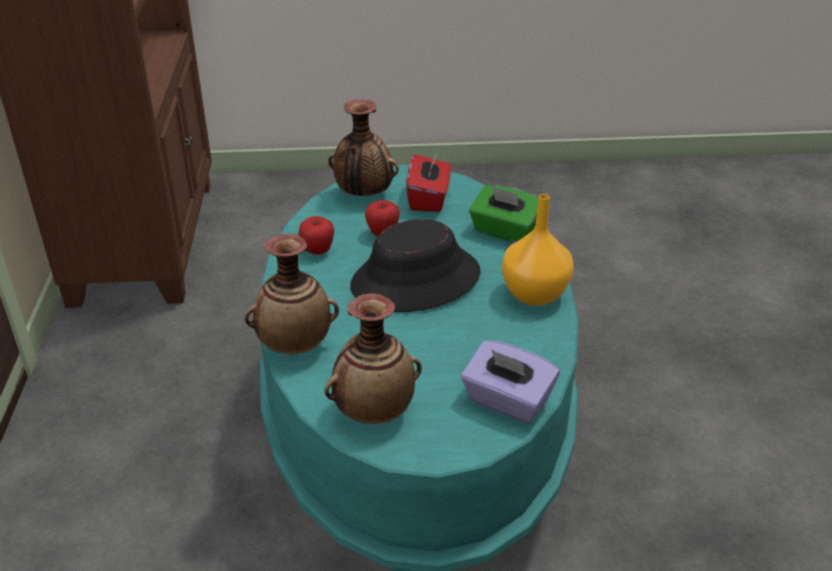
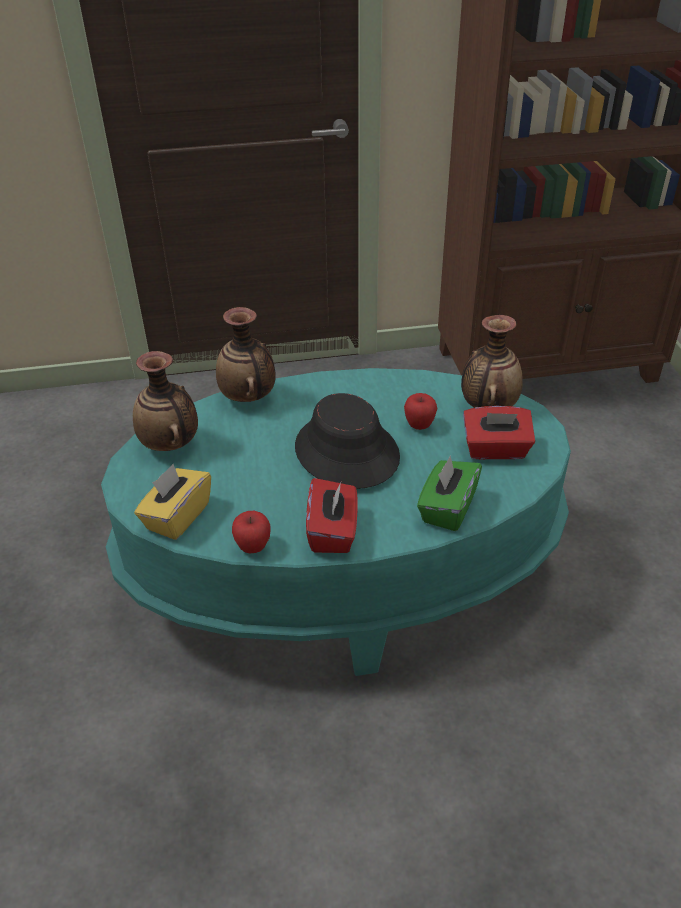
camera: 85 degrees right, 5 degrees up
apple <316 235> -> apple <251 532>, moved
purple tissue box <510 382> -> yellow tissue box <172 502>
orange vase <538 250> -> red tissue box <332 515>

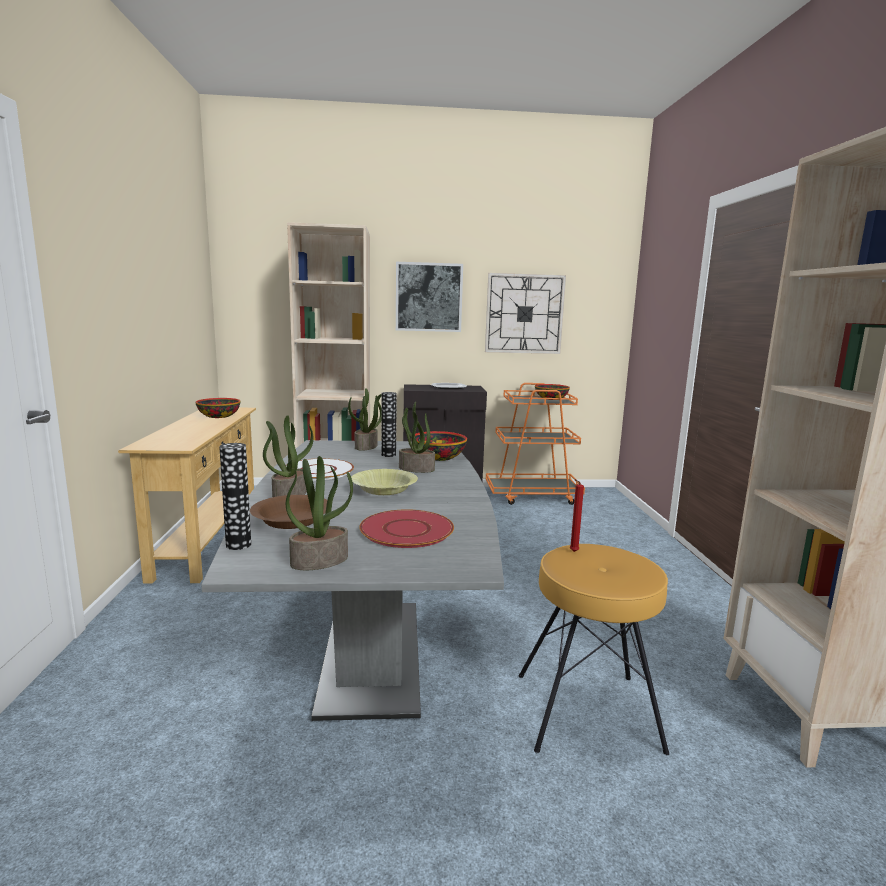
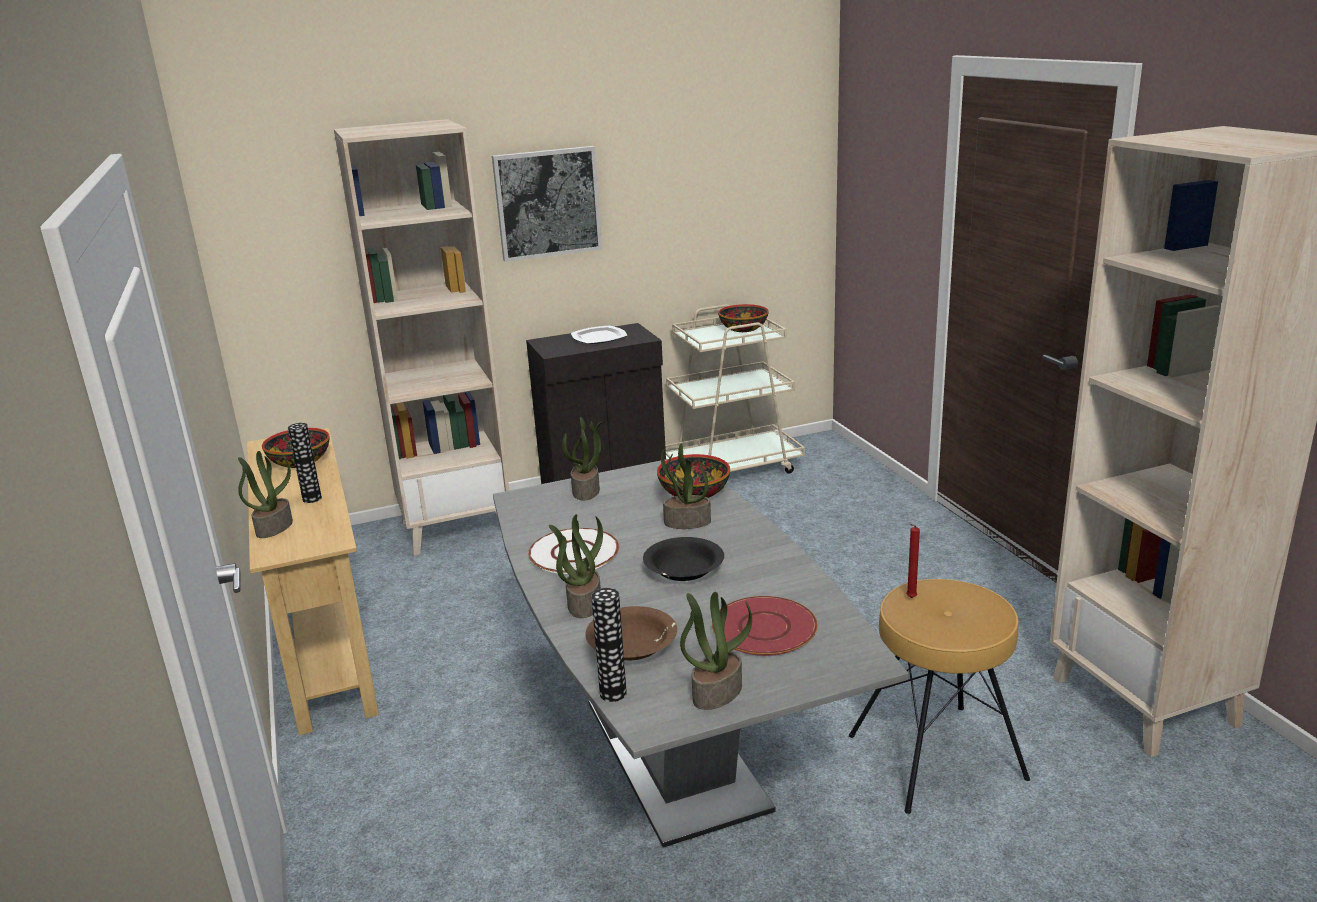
camera: 15 degrees left, 10 degrees up
yellow bowl <384 482> -> black bowl <683 559>
vase <389 424> -> vase <305 463>, moved
wall clock <525 313> -> none
orange cart <535 444> -> beige cart <735 389>
none -> potted plant <265 494>

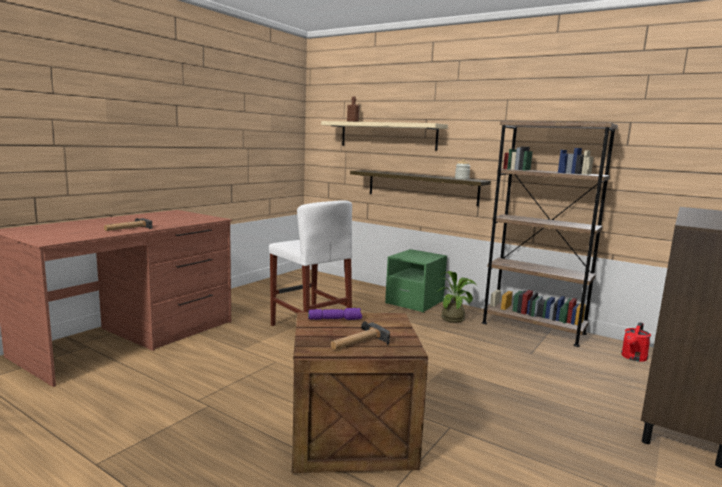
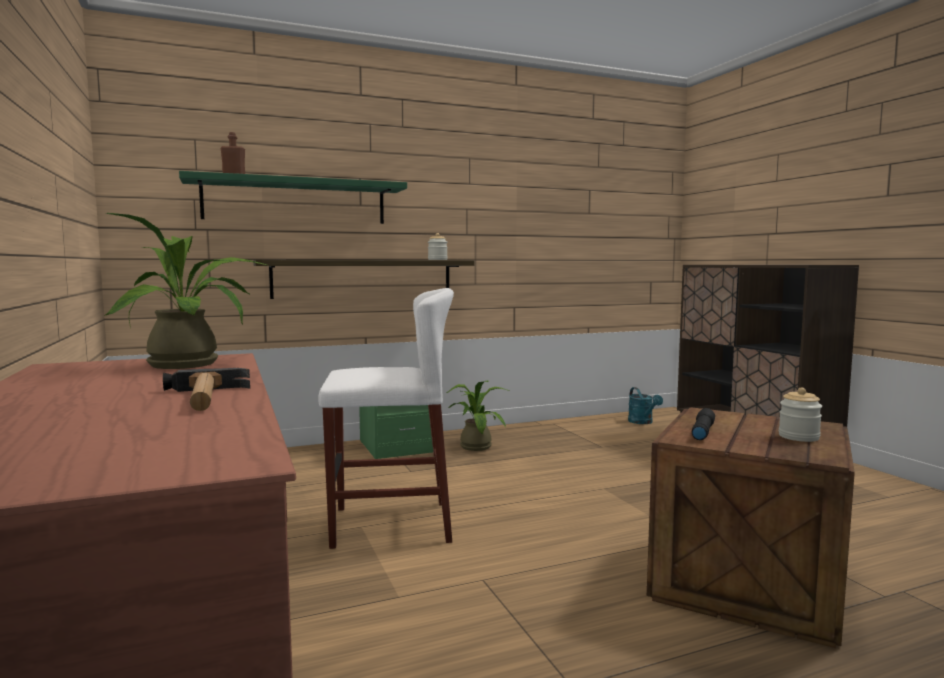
camera: 55 degrees left, 5 degrees down
purple flashlight <335 314> -> black flashlight <703 424>
beige shelf <384 136> -> green shelf <293 197>
hammer <360 335> -> jar <800 414>
brown bookcase <550 234> -> none
red watering can <636 342> -> turquoise watering can <645 405>
none -> potted plant <185 291>

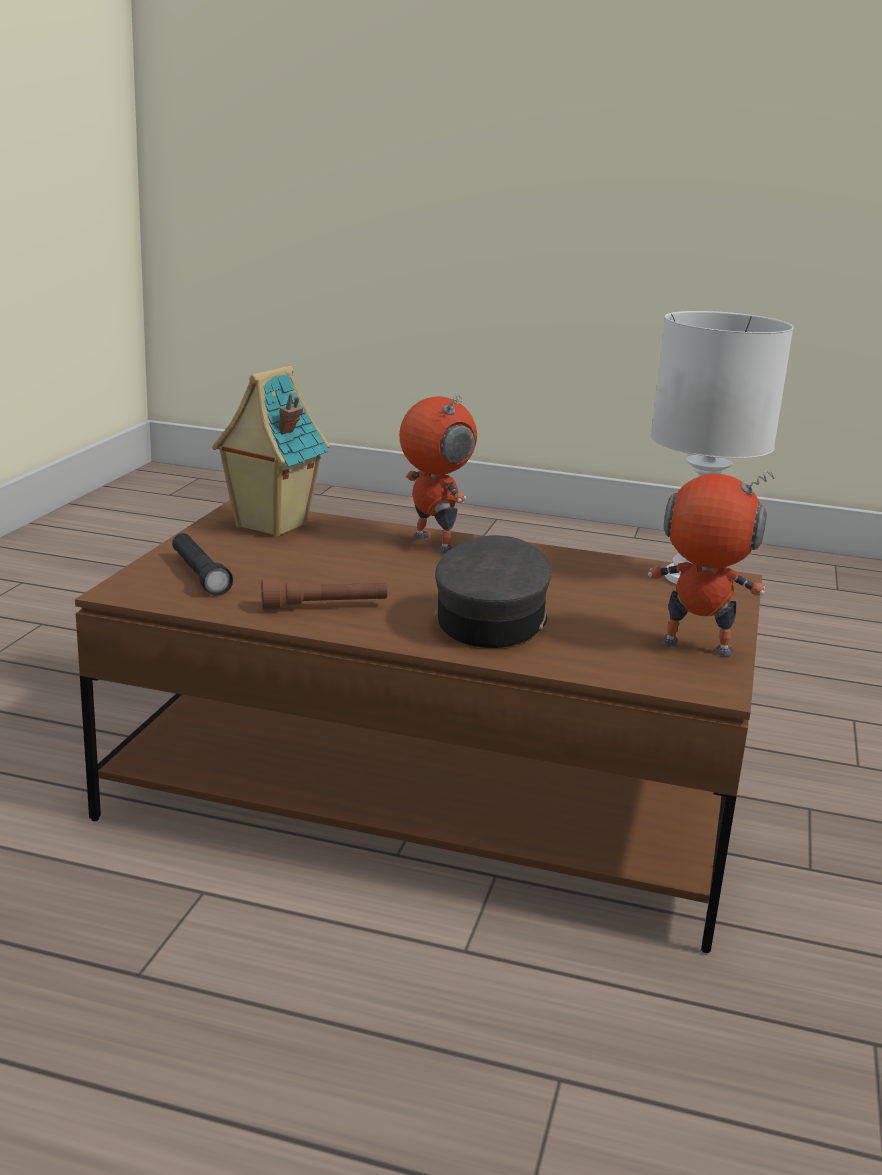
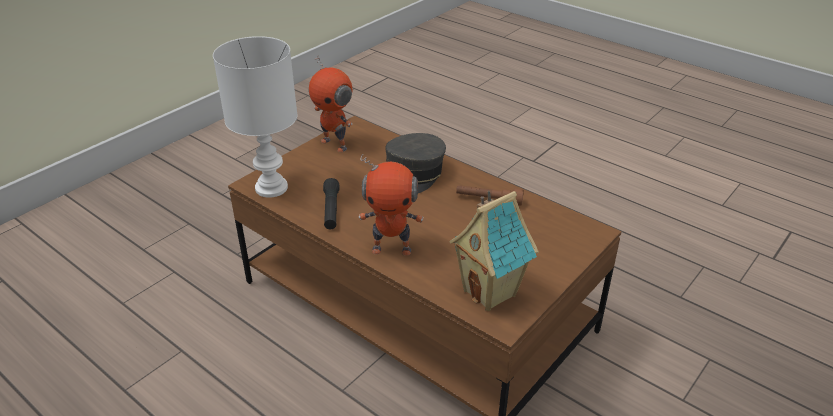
camera: 155 degrees left, 15 degrees up
black flashlight <202 564> -> black flashlight <331 203>, moved
toy robot <438 473> -> toy robot <391 205>, 75 degrees counterclockwise

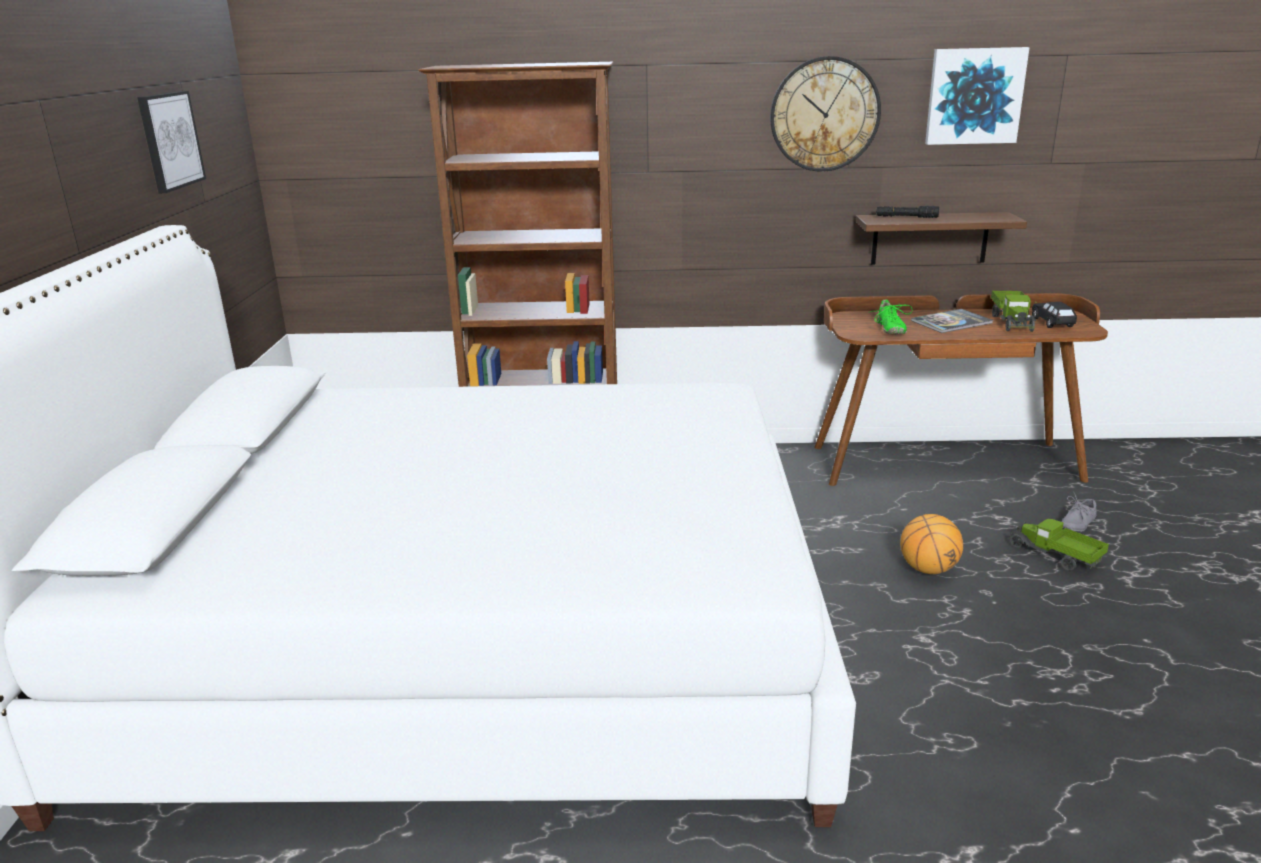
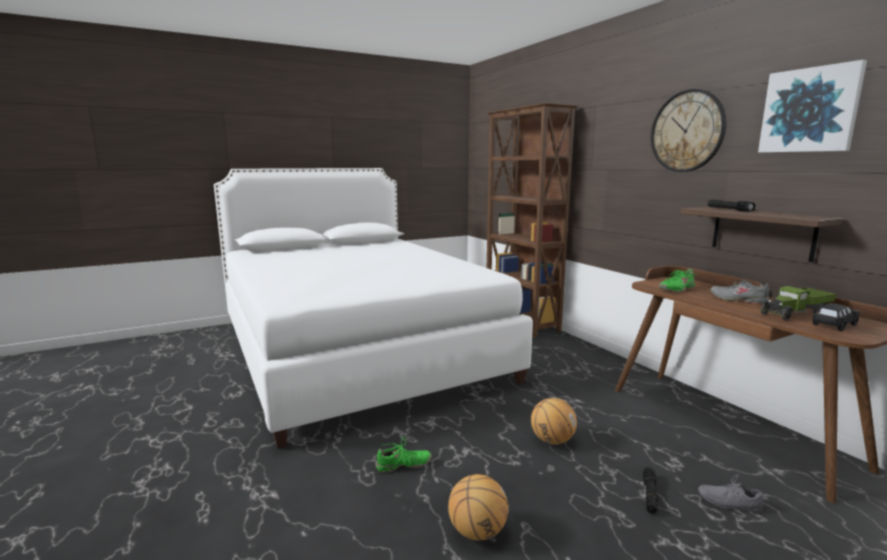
camera: 60 degrees right, 10 degrees down
picture <171 142> -> none
book <952 321> -> grey shoe <739 292>
toy truck <1059 545> -> black flashlight <650 490>
none -> green shoe <404 454>
none -> basketball <478 507>

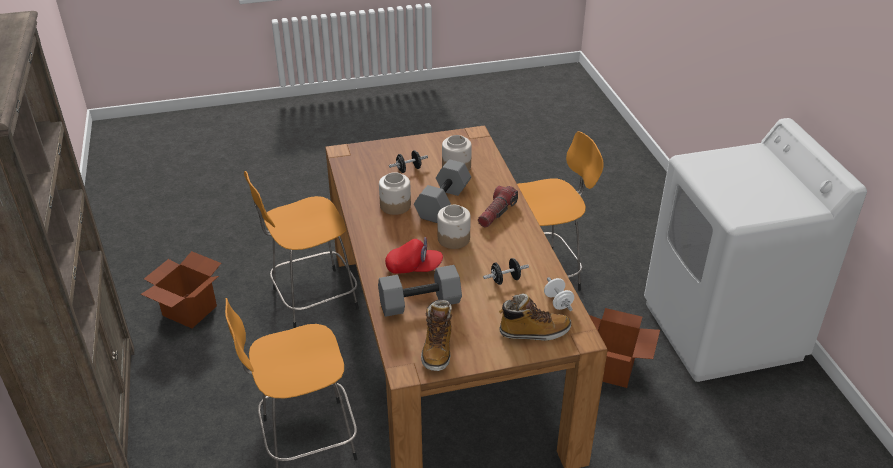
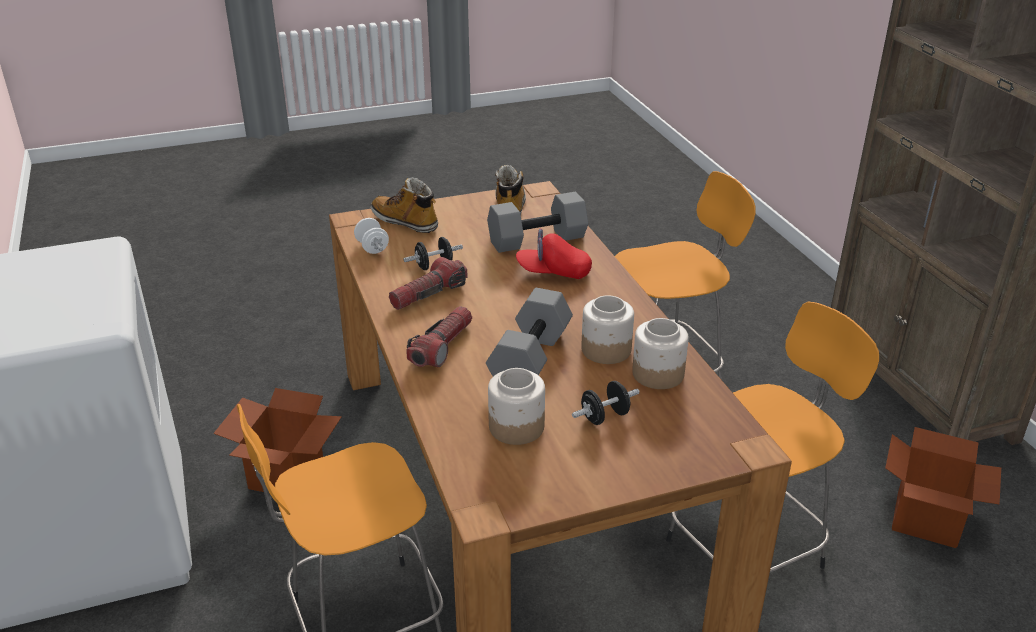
camera: 175 degrees right, 5 degrees down
jar <454 227> -> jar <660 353>, moved
boot <535 317> -> boot <404 205>, 45 degrees clockwise
none -> flashlight <428 283>

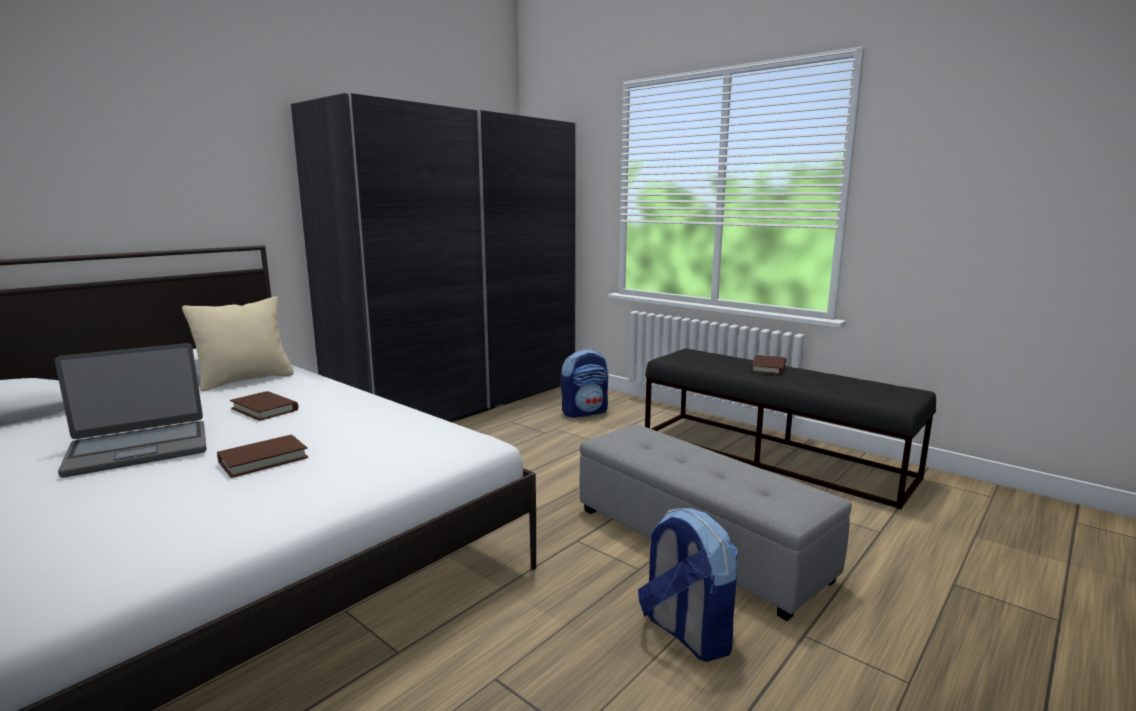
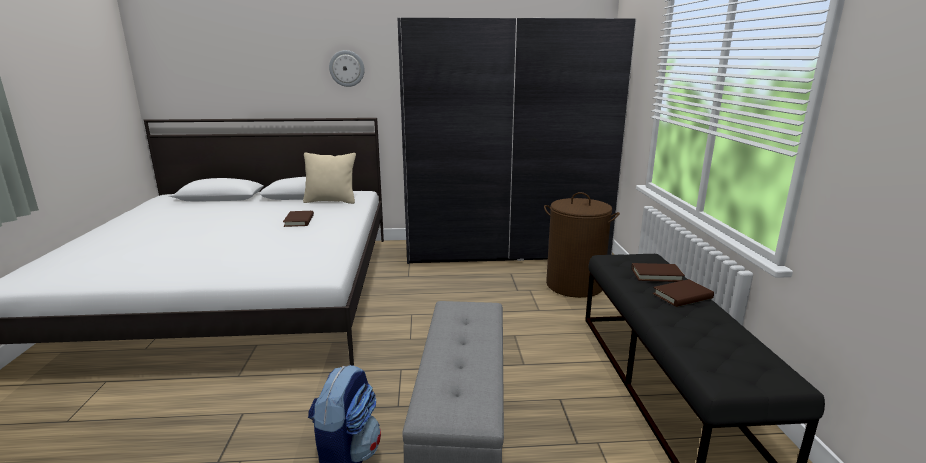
camera: 45 degrees right, 5 degrees up
laptop <131 410> -> none
brown book <262 456> -> brown book <658 272>, moved
backpack <584 383> -> brown laundry basket <582 245>
none -> wall clock <347 68>

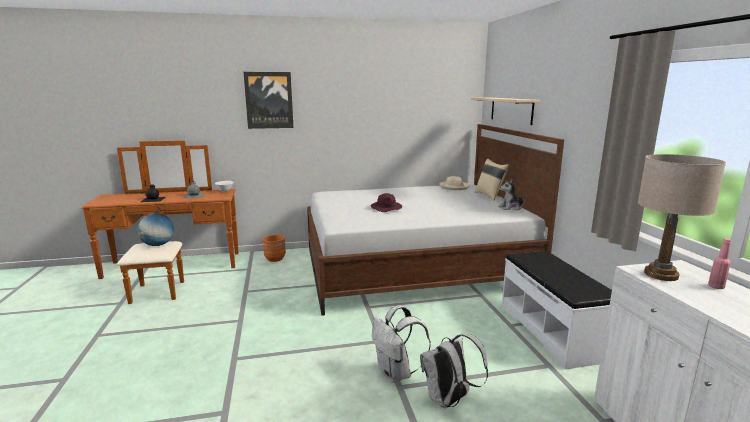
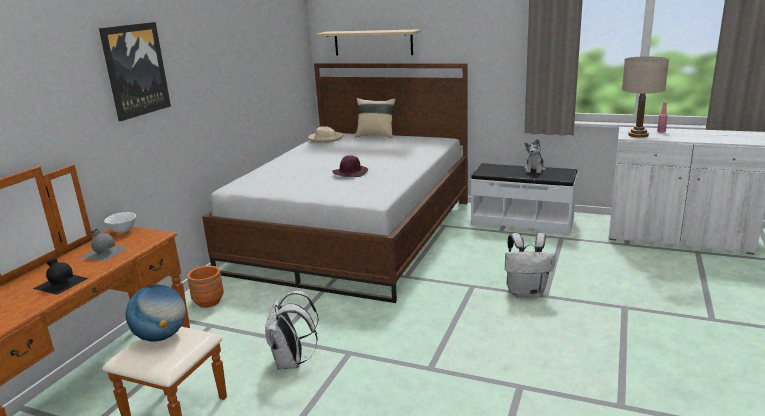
camera: 55 degrees left, 5 degrees up
white backpack <454 370> -> white backpack <292 330>, moved
plush toy <512 194> -> plush toy <534 156>, moved

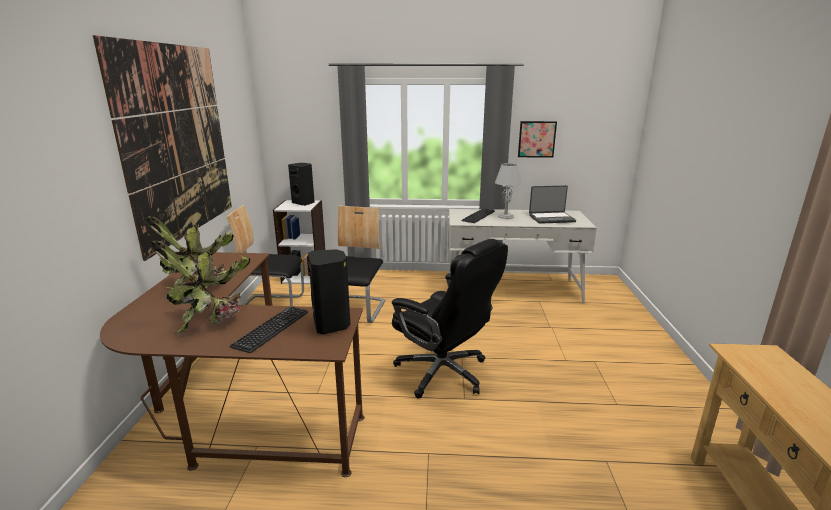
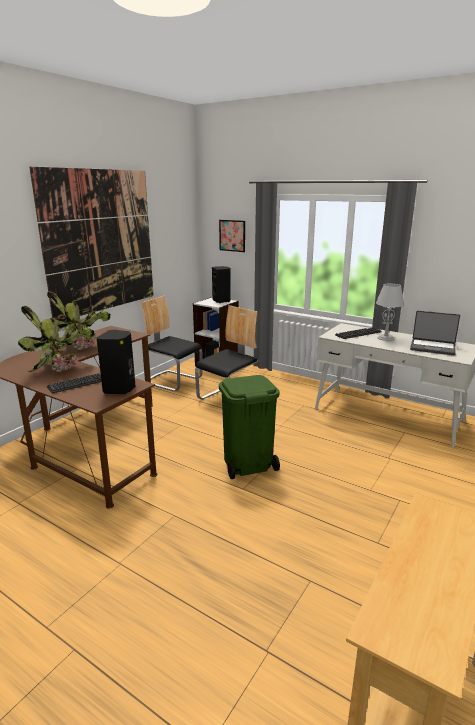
camera: 30 degrees right, 0 degrees up
black office chair <450 318> -> green trash can <249 427>
picture <537 139> -> picture <232 236>, moved

